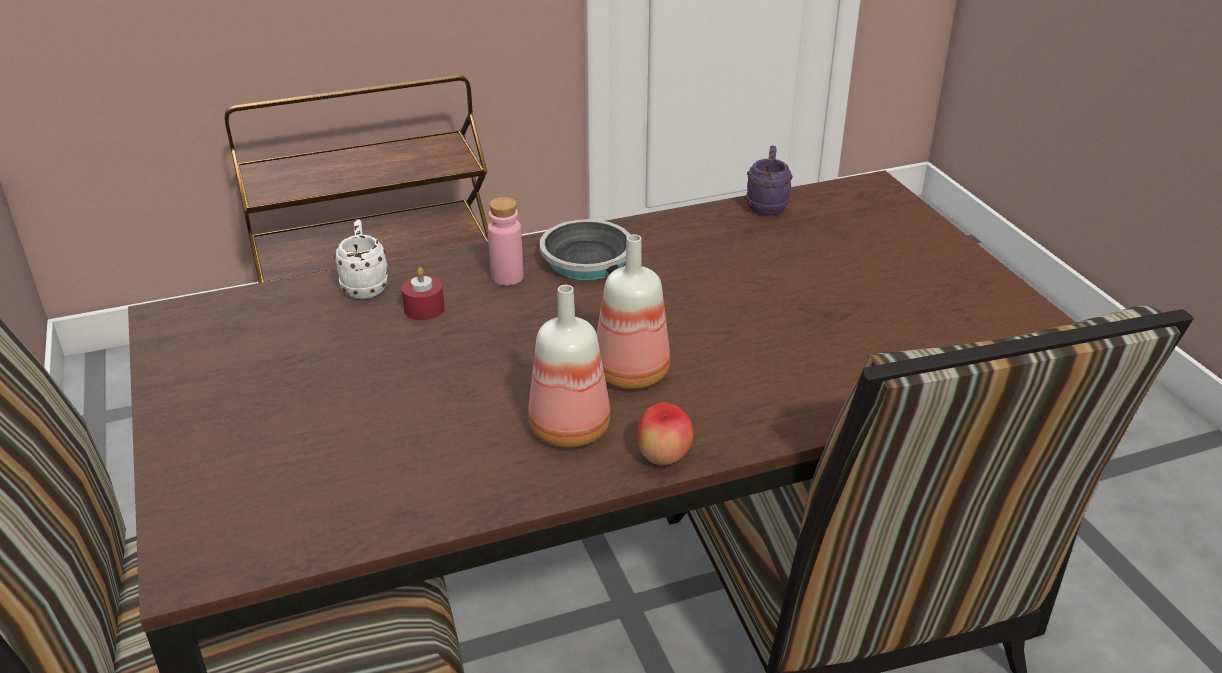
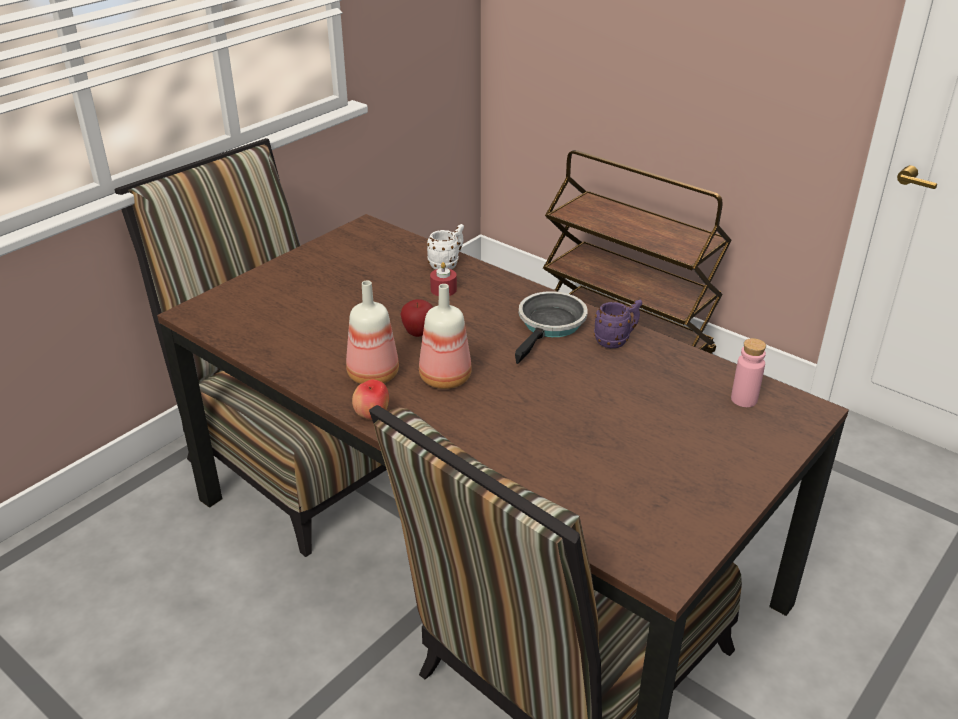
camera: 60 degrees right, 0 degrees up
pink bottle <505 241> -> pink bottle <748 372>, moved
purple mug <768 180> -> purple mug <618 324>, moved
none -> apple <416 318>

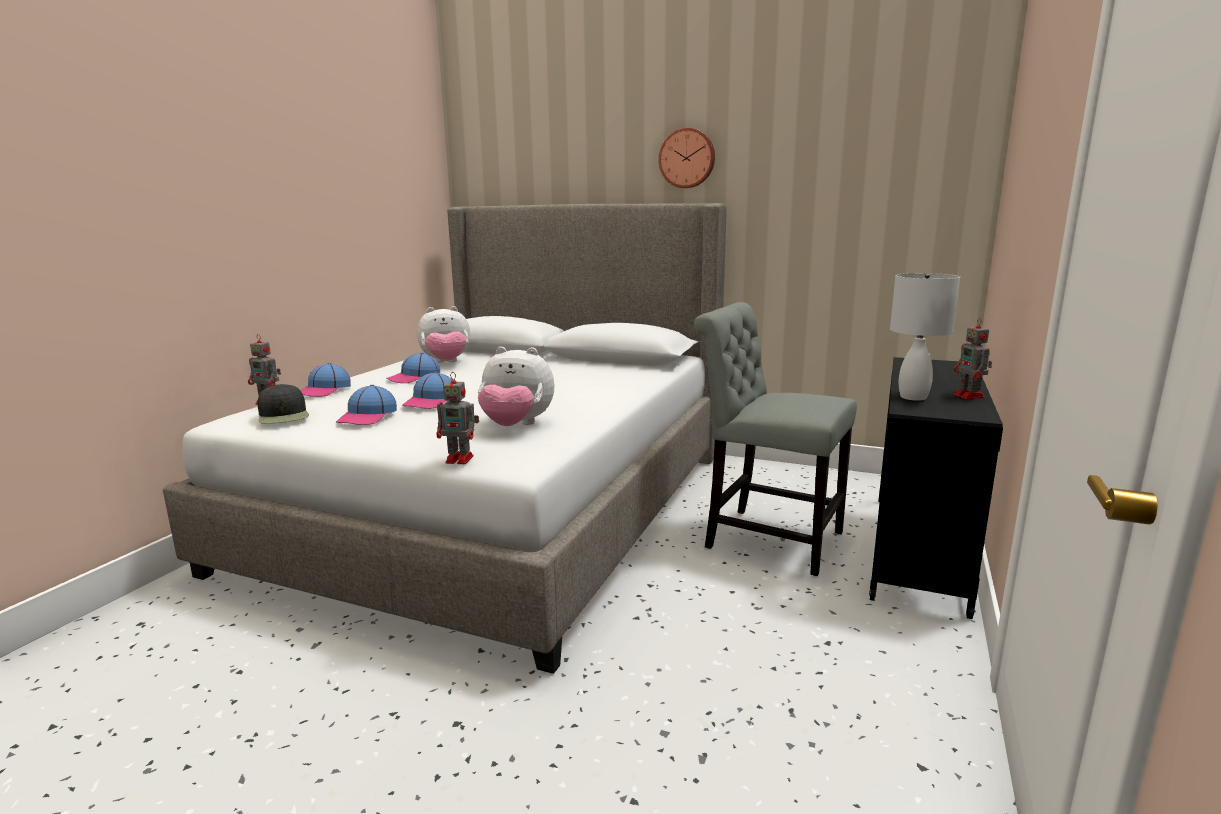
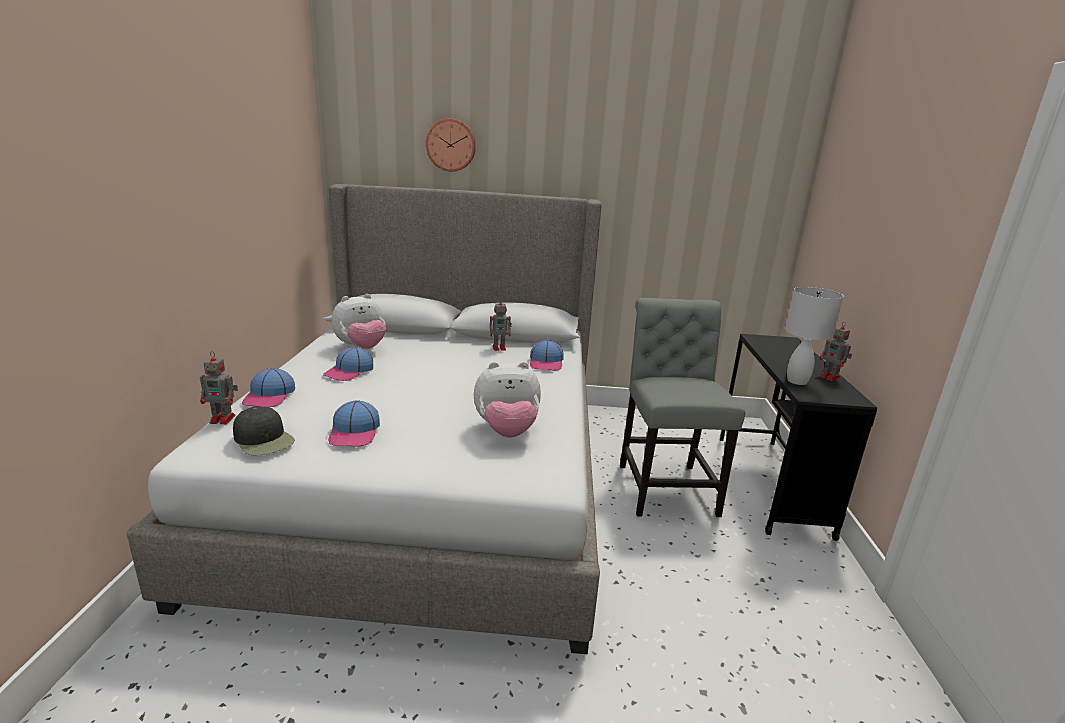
camera: 20 degrees left, 5 degrees up
cap <427 390> -> cap <547 355>, moved
toy robot <458 418> -> toy robot <501 325>, moved
wall clock <686 158> -> wall clock <451 144>, moved
grey chair <775 439> -> grey chair <682 407>, 75 degrees clockwise

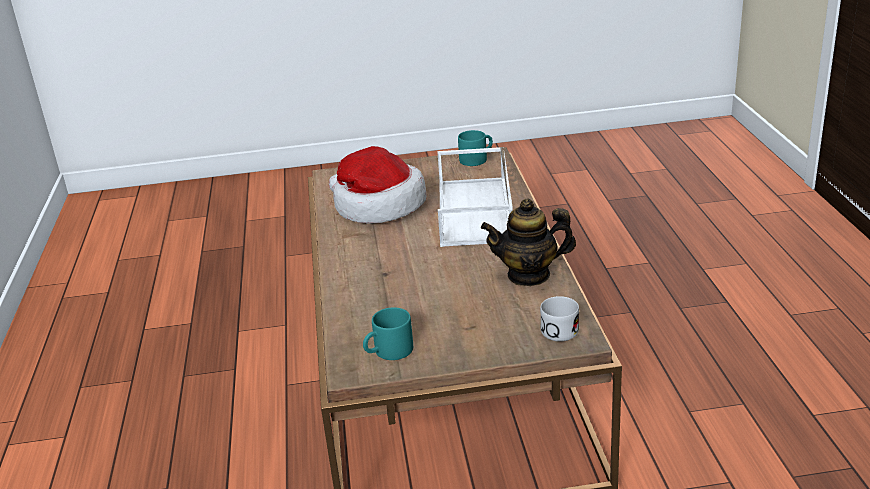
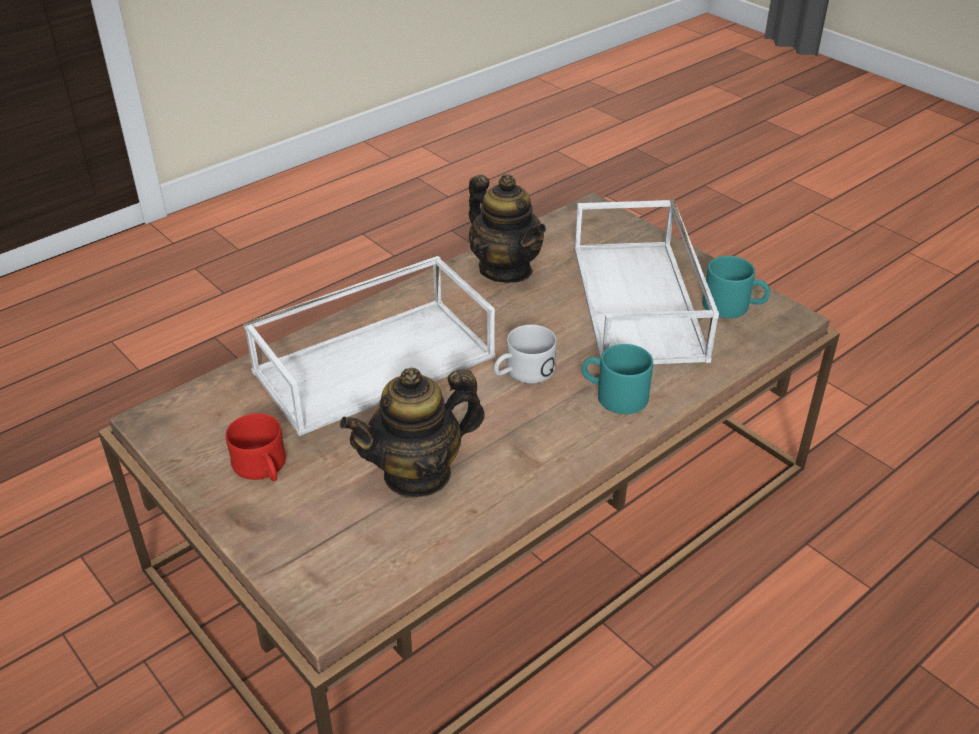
camera: 125 degrees left, 10 degrees up
hat <377 185> -> teapot <412 433>
turquoise mug <475 148> -> turquoise mug <617 379>, moved
white mug <559 319> -> white mug <525 354>, moved
none -> red mug <256 447>
none -> white tray <646 282>

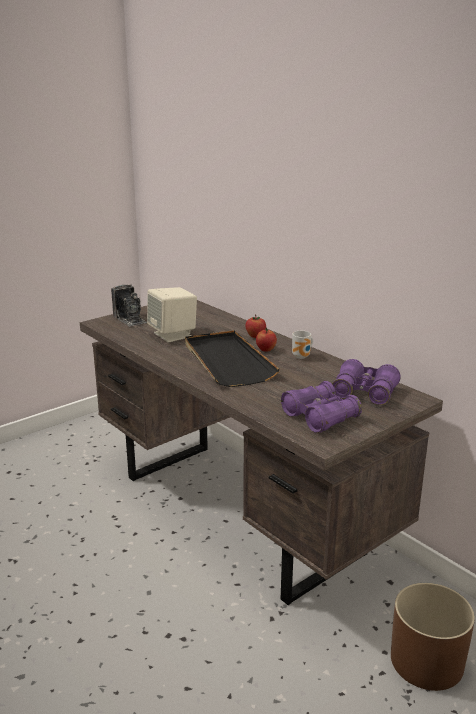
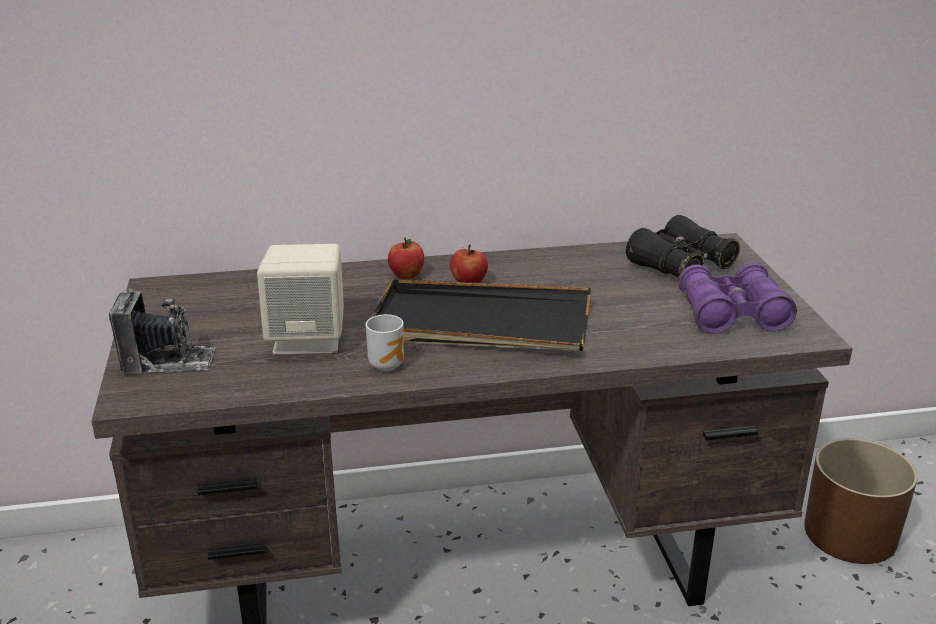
camera: 60 degrees left, 5 degrees up
mug <302 345> -> mug <384 342>, moved
purple binoculars <366 382> -> black binoculars <683 246>

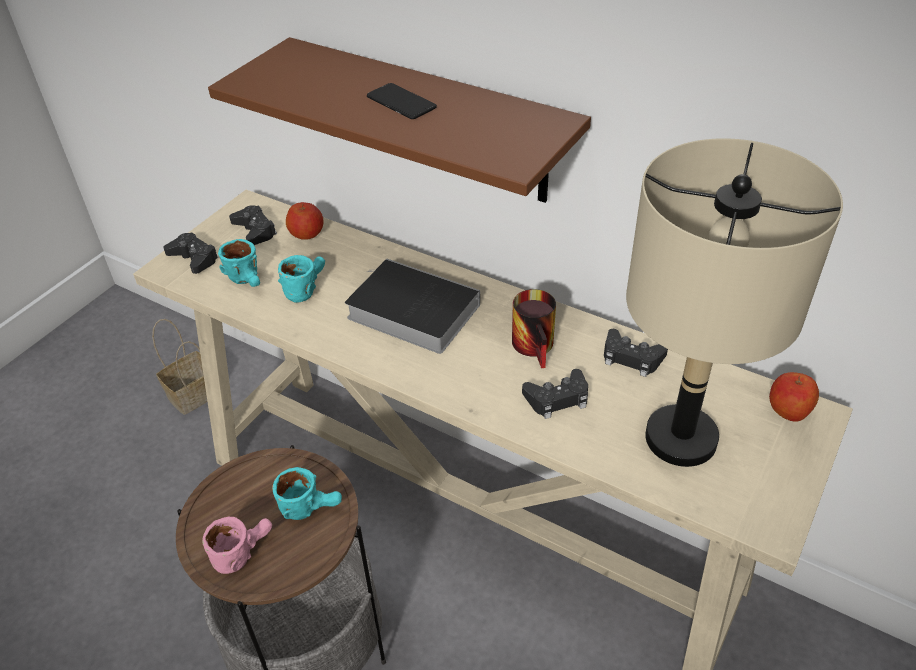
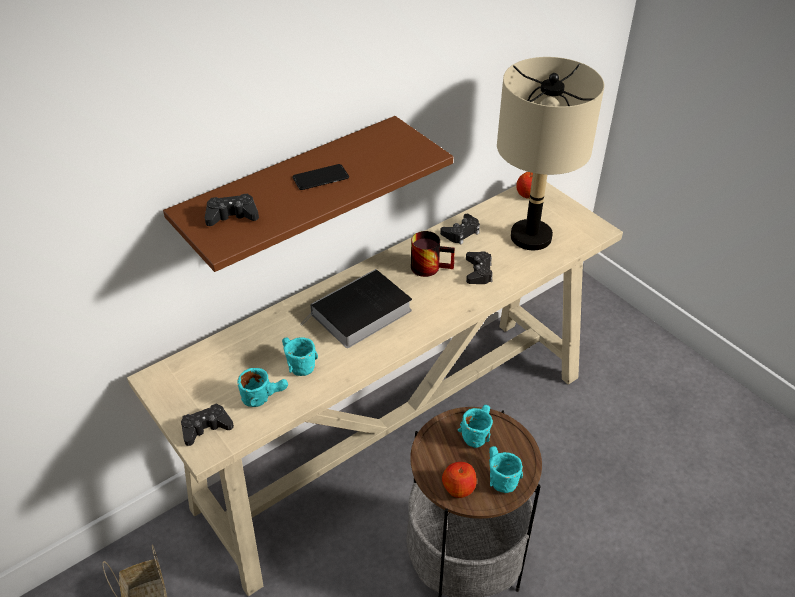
camera: 70 degrees left, 0 degrees up
pink mug <237 545> -> turquoise mug <506 469>
black game controller <253 225> -> black game controller <232 210>, moved
apple <305 221> -> apple <459 480>, moved

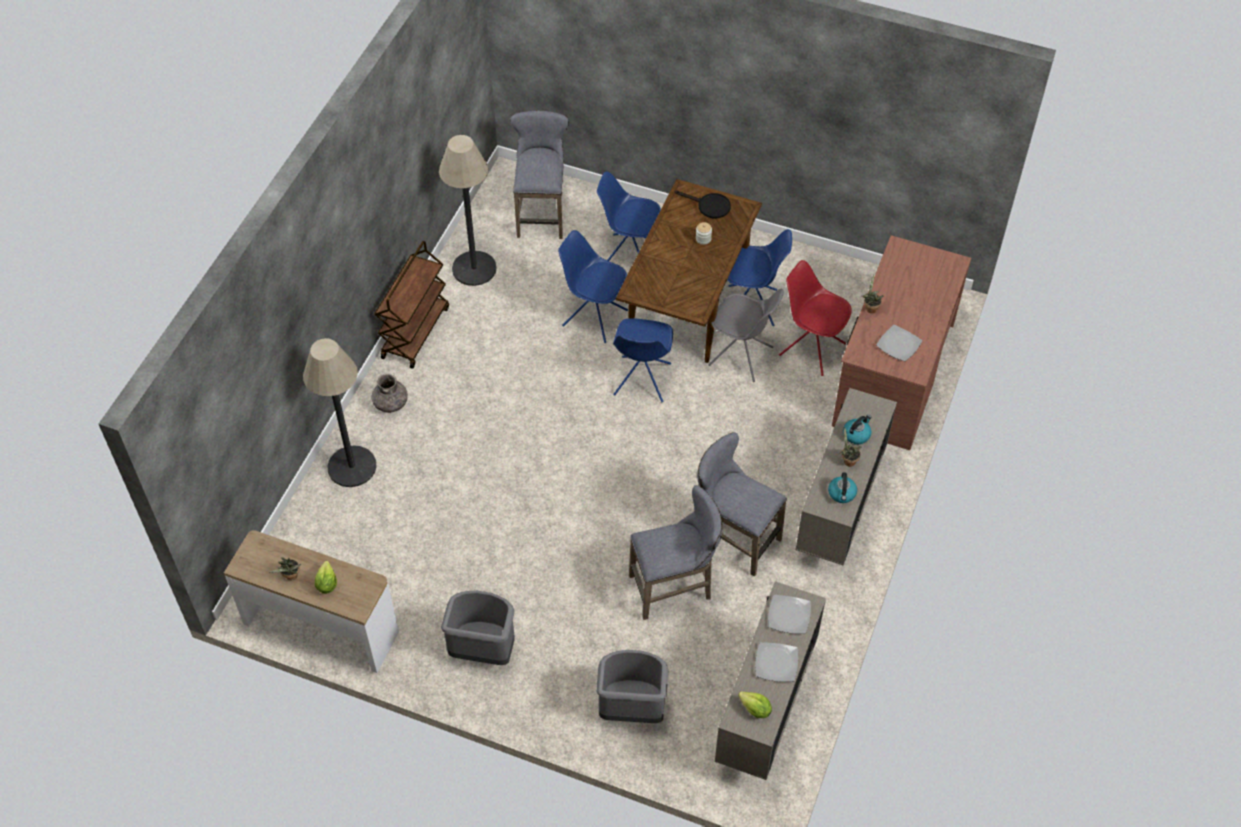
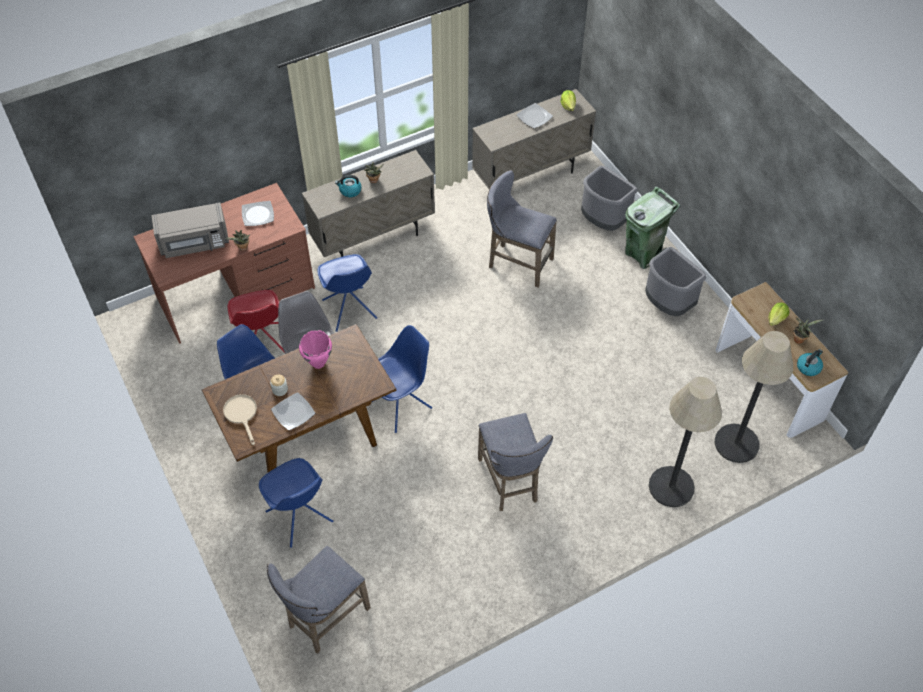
camera: 140 degrees left, 0 degrees up
grey vase <390 393> -> none
brown cart <411 305> -> none
floor lamp <468 210> -> floor lamp <754 397>, moved
blue chair <593 286> -> blue chair <347 293>, moved
black frying pan <703 204> -> beige frying pan <240 419>
grey stool <742 504> -> grey stool <515 462>, moved
plate <789 614> -> plate <293 411>, moved
kettle <842 487> -> kettle <810 362>, moved
none -> grey microwave <190 230>
none -> pink cooking pot <315 349>
none -> green trash can <652 227>

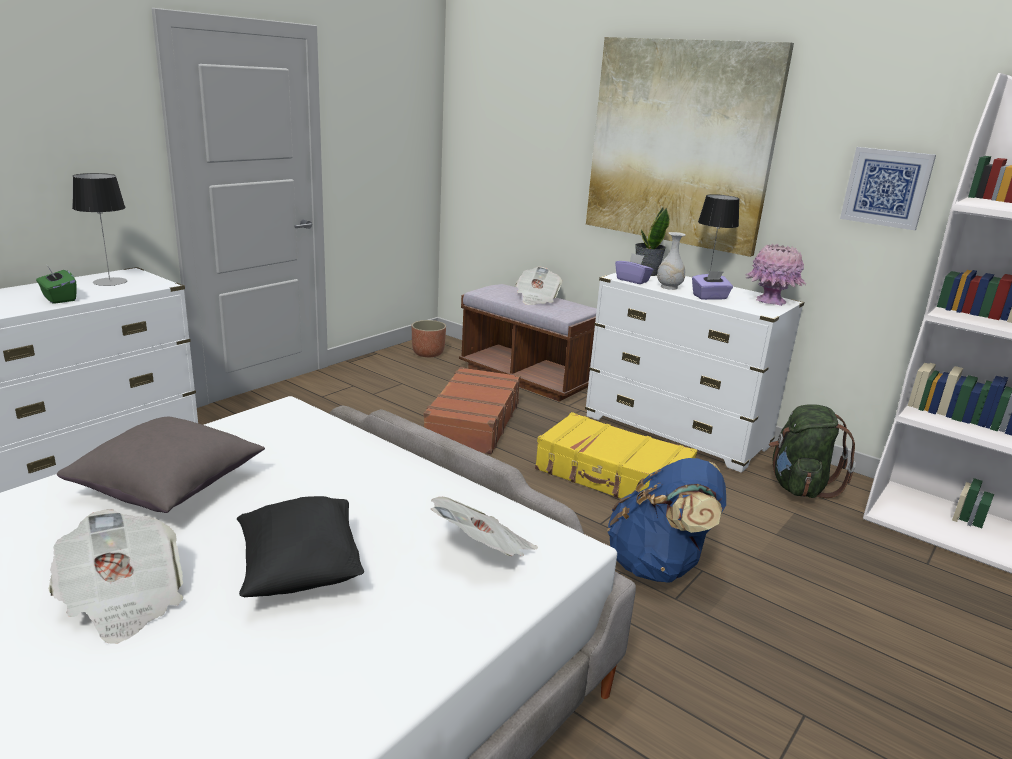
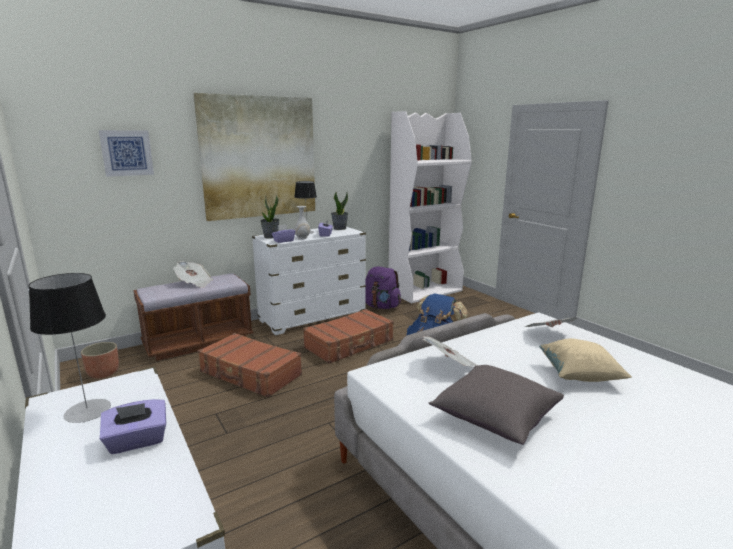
camera: 70 degrees left, 5 degrees down
green tissue box <56 285> -> purple tissue box <133 426>
newspaper <115 576> -> newspaper <450 351>, moved
black pillow <300 546> -> beige pillow <585 360>
yellow suitcase <616 455> -> brown suitcase <348 336>
pink vase <775 275> -> potted plant <339 211>
green backpack <812 451> -> purple backpack <383 288>
picture <888 188> -> picture <126 153>, moved

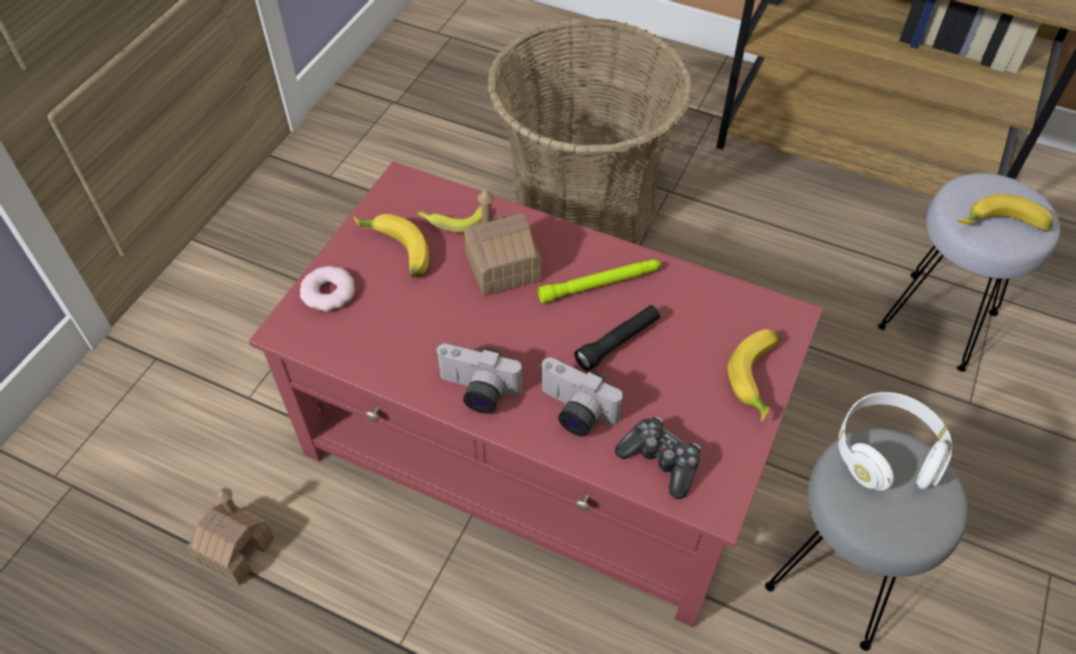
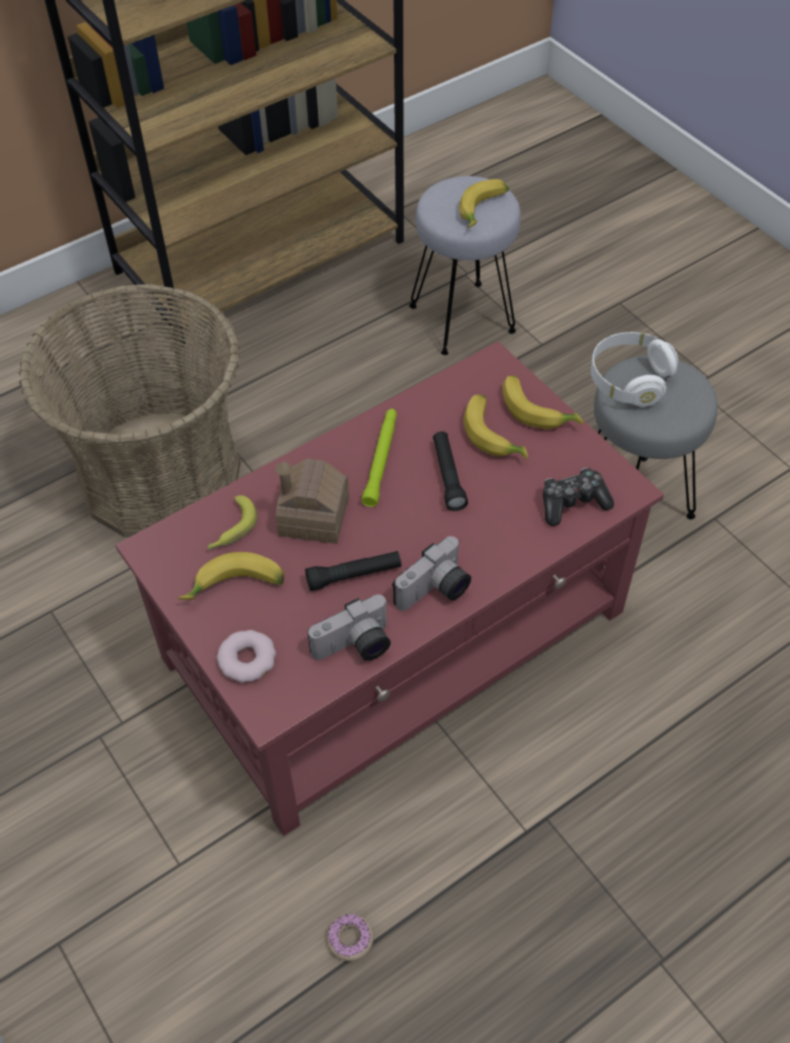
camera: 60 degrees left, 0 degrees up
toy house <230 536> -> donut <350 937>
photo camera <582 397> -> photo camera <349 627>, moved
none -> black flashlight <353 571>
none -> banana <496 427>

